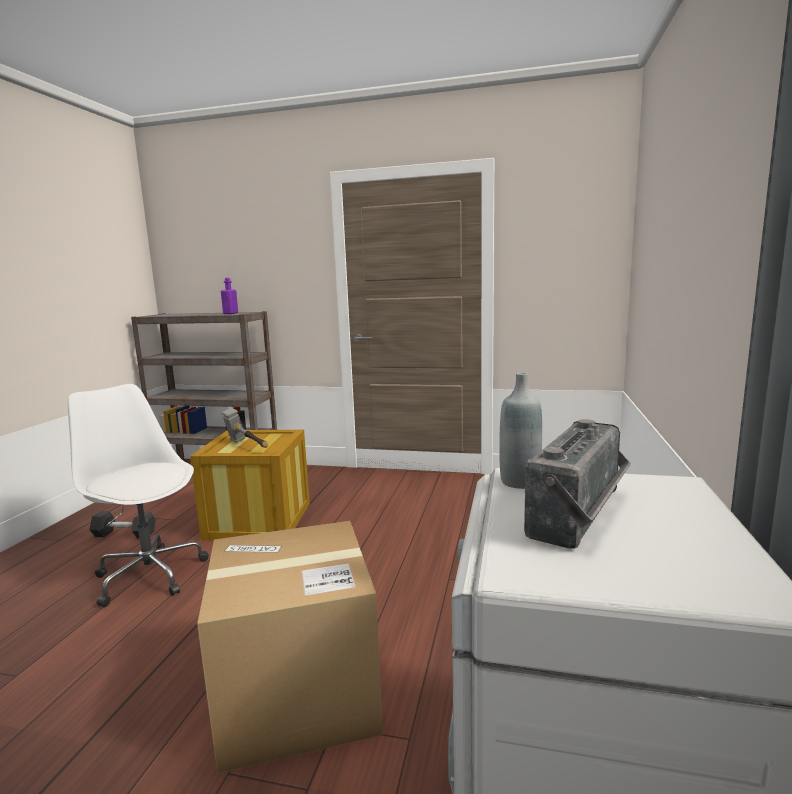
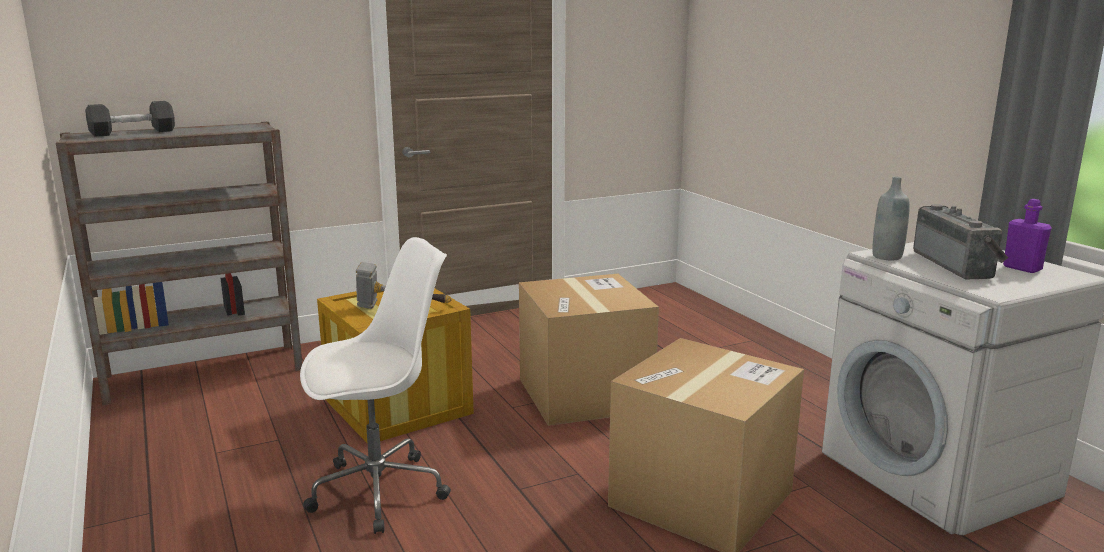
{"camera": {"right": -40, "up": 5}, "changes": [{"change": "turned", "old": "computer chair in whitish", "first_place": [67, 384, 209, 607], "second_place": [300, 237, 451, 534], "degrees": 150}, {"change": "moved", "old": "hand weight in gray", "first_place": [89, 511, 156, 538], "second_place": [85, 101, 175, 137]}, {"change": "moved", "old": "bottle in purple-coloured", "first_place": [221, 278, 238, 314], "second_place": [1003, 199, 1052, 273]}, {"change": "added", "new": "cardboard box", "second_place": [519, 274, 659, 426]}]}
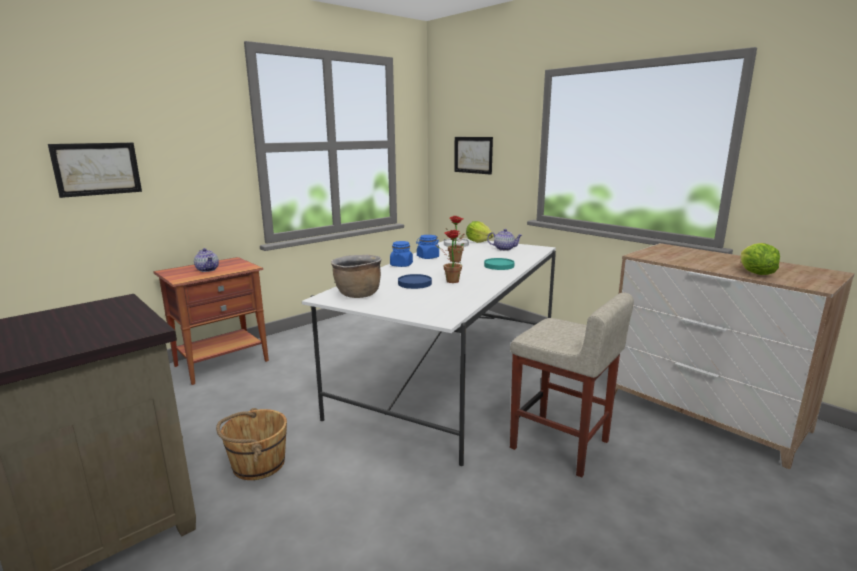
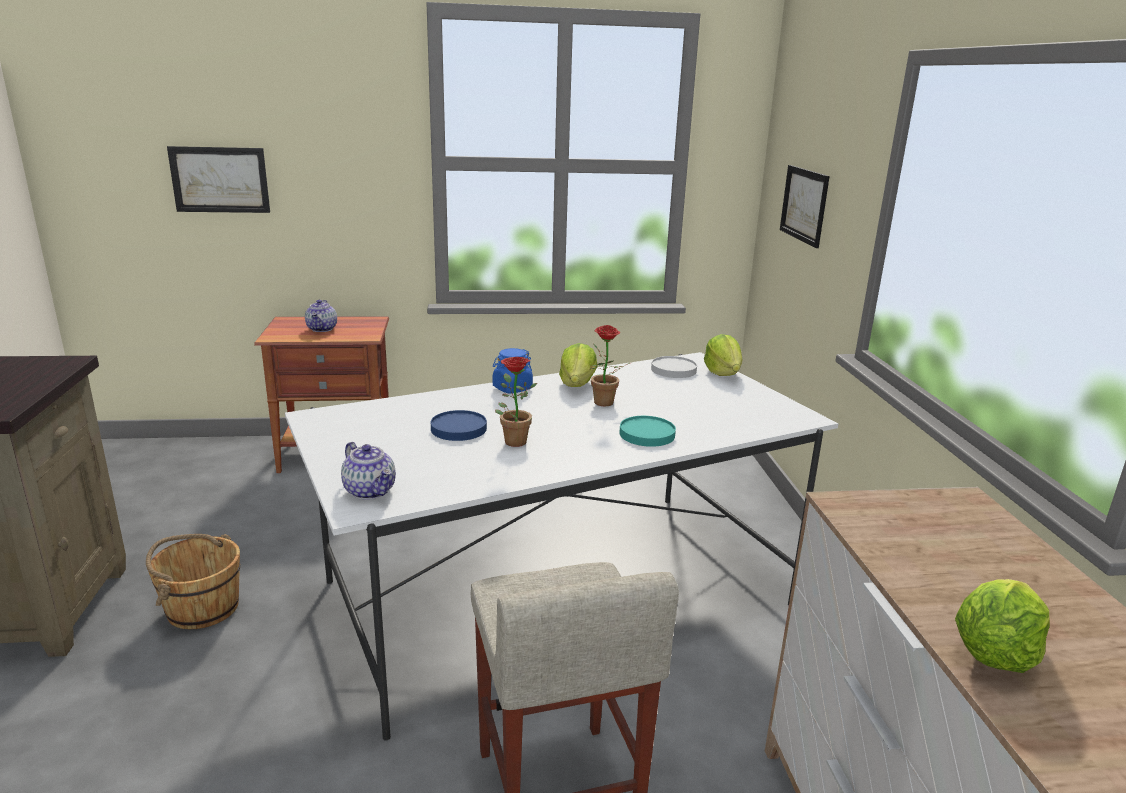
{"camera": {"right": 35, "up": 5}, "changes": [{"change": "removed", "old": "stockpot in brown", "first_place": [331, 255, 381, 298]}, {"change": "replaced", "old": "storage jar in blue", "new": "head of lettuce", "first_place": [416, 235, 439, 259], "second_place": [559, 343, 597, 387]}, {"change": "moved", "old": "tea pot", "first_place": [487, 229, 522, 251], "second_place": [341, 442, 396, 500]}]}
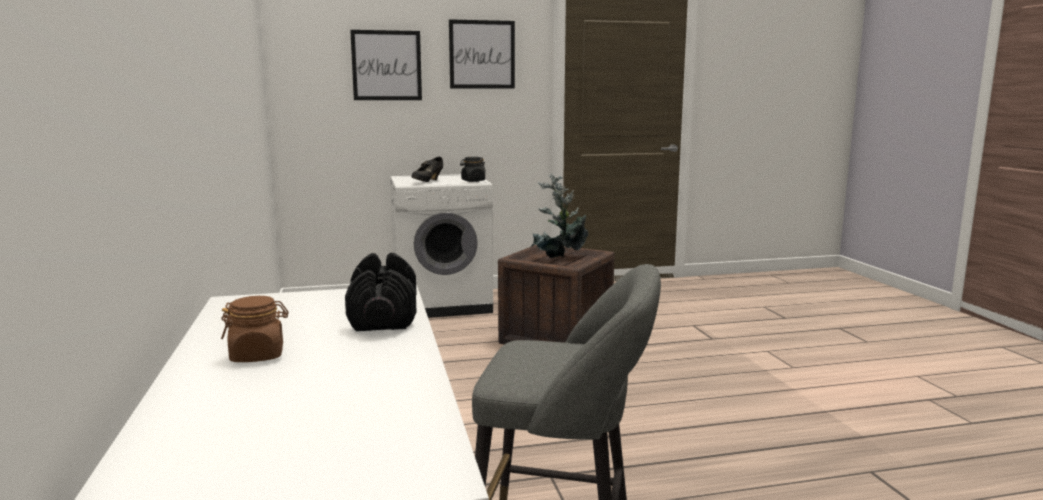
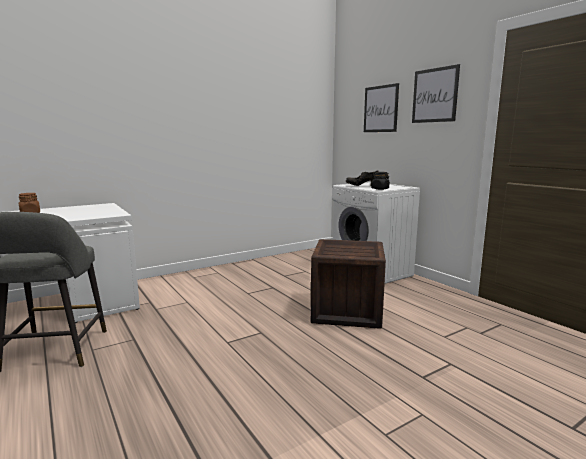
{"camera": {"right": 70, "up": 0}, "changes": [{"change": "removed", "old": "hand weight in black", "first_place": [345, 253, 416, 331]}, {"change": "removed", "old": "houseplant", "first_place": [530, 173, 588, 258]}]}
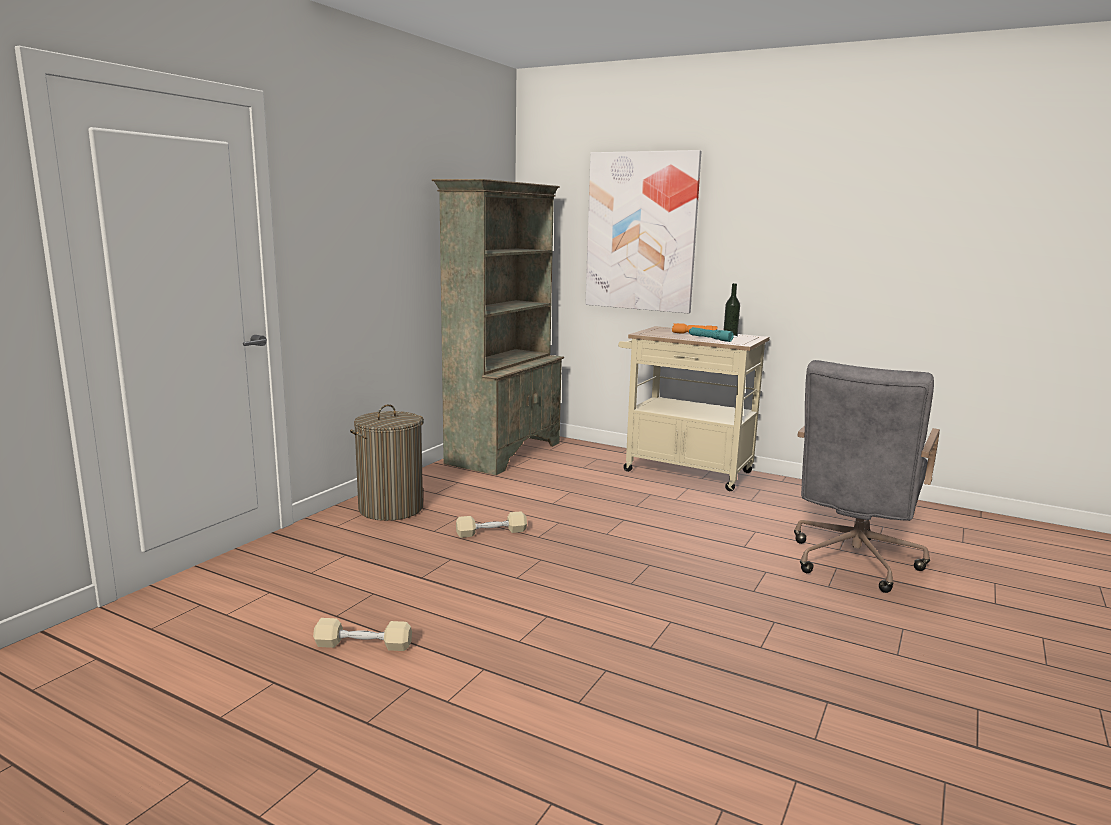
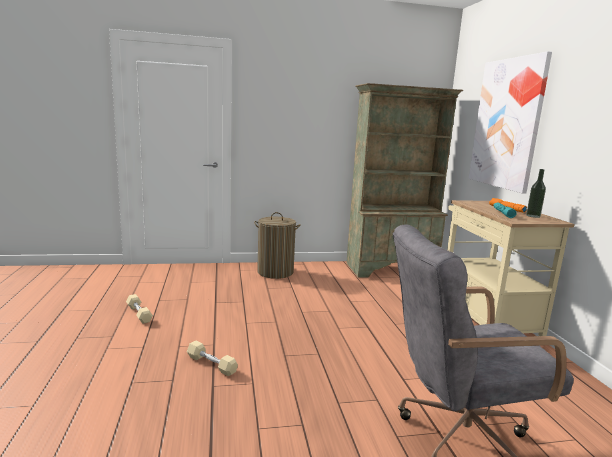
{"camera": {"right": 50, "up": 0}, "changes": [{"change": "moved", "old": "hand weight in beige-coloured", "first_place": [456, 511, 527, 538], "second_place": [187, 341, 238, 376]}]}
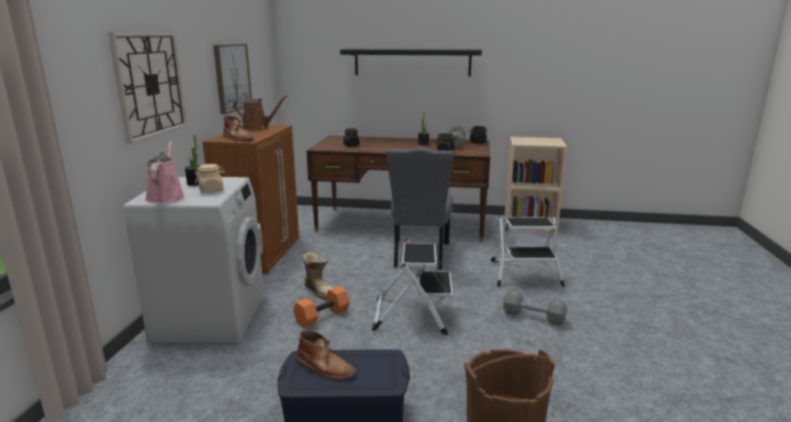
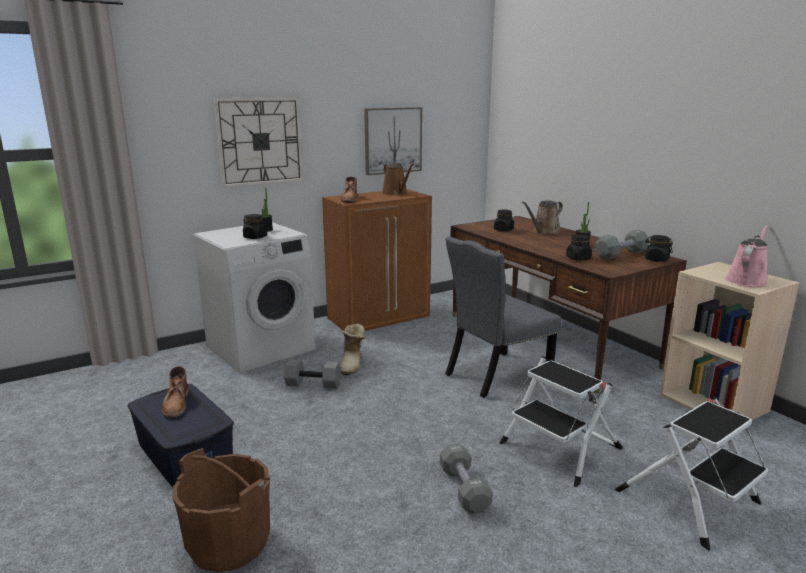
{"camera": {"right": 50, "up": 0}, "changes": [{"change": "moved", "old": "watering pot in pink-coloured", "first_place": [145, 141, 185, 203], "second_place": [725, 225, 769, 287]}, {"change": "recoloured", "old": "storage jar in beige-coloured", "new": "storage jar in black", "first_place": [195, 164, 225, 193], "second_place": [243, 214, 267, 239]}, {"change": "recoloured", "old": "hand weight in orange-coloured", "new": "hand weight in gray", "first_place": [293, 286, 350, 328], "second_place": [284, 359, 341, 389]}, {"change": "removed", "old": "wall shelf in black", "first_place": [340, 49, 482, 77]}, {"change": "moved", "old": "step stool", "first_place": [372, 239, 453, 335], "second_place": [615, 397, 768, 550]}, {"change": "added", "new": "watering pot in brown", "second_place": [522, 200, 563, 235]}]}
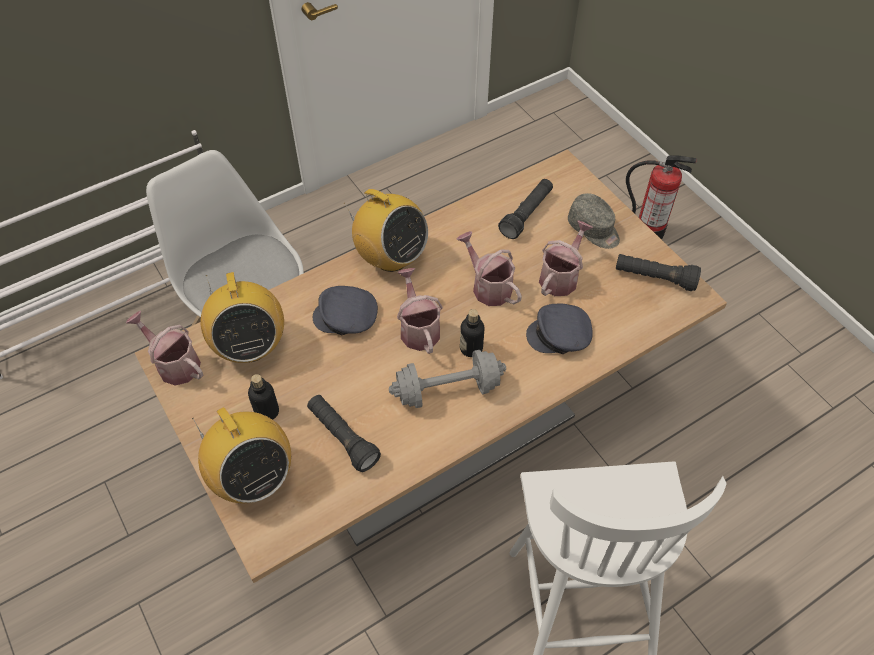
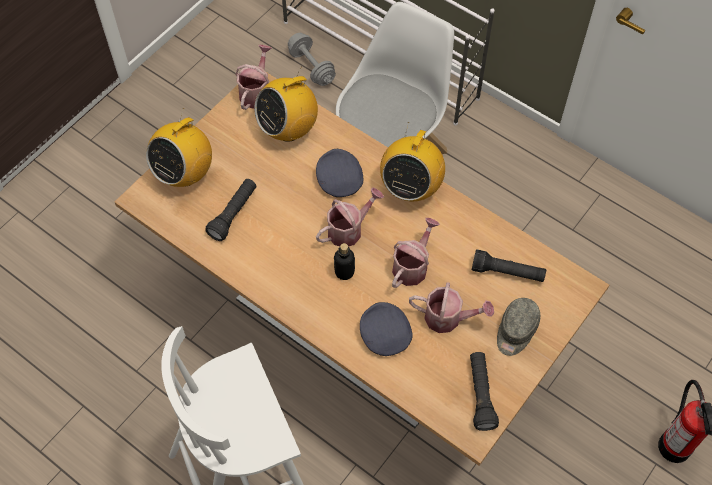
{"camera": {"right": 70, "up": 5}, "changes": [{"change": "removed", "old": "bottle", "first_place": [248, 374, 279, 420]}, {"change": "moved", "old": "hand weight in gray", "first_place": [389, 350, 506, 408], "second_place": [288, 33, 336, 86]}]}
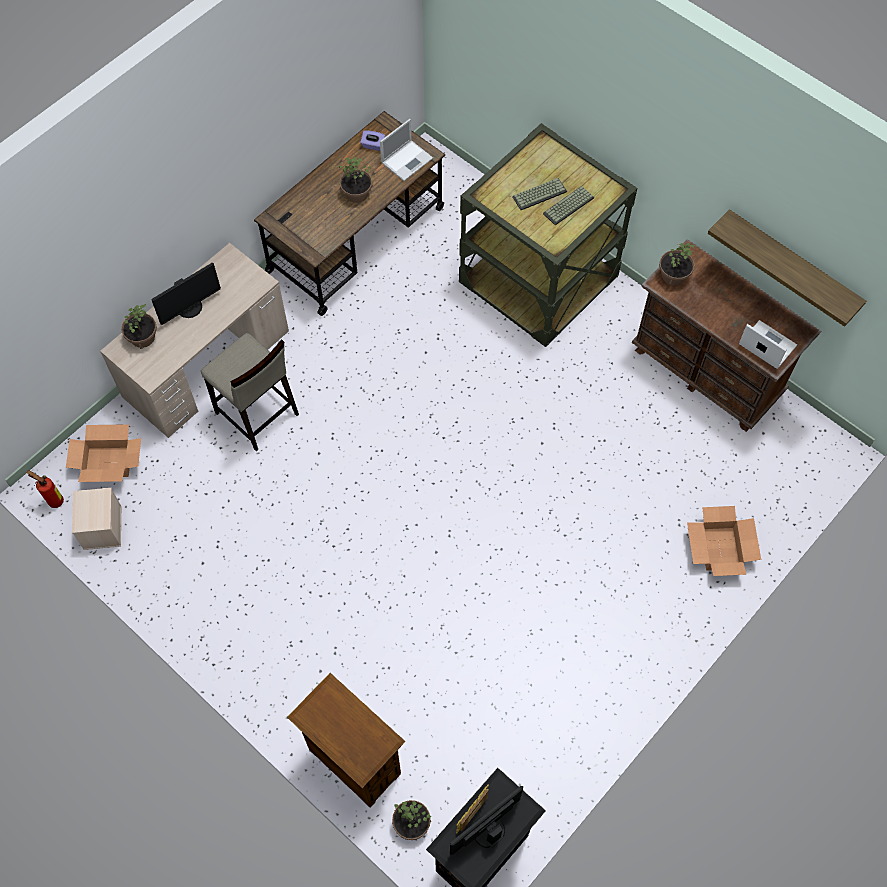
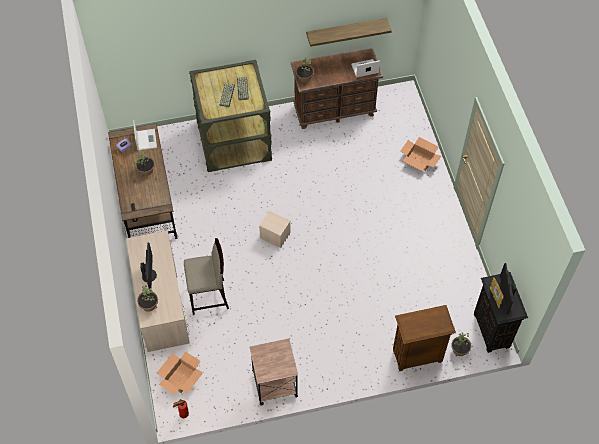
{"camera": {"right": -55, "up": -5}, "changes": [{"change": "moved", "old": "storage bin in beige-coloured", "first_place": [72, 488, 121, 550], "second_place": [259, 211, 291, 248]}, {"change": "added", "new": "cart in brown", "second_place": [249, 338, 298, 406]}]}
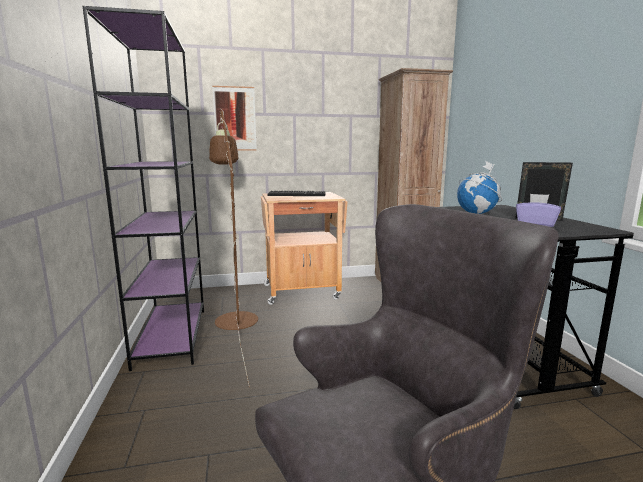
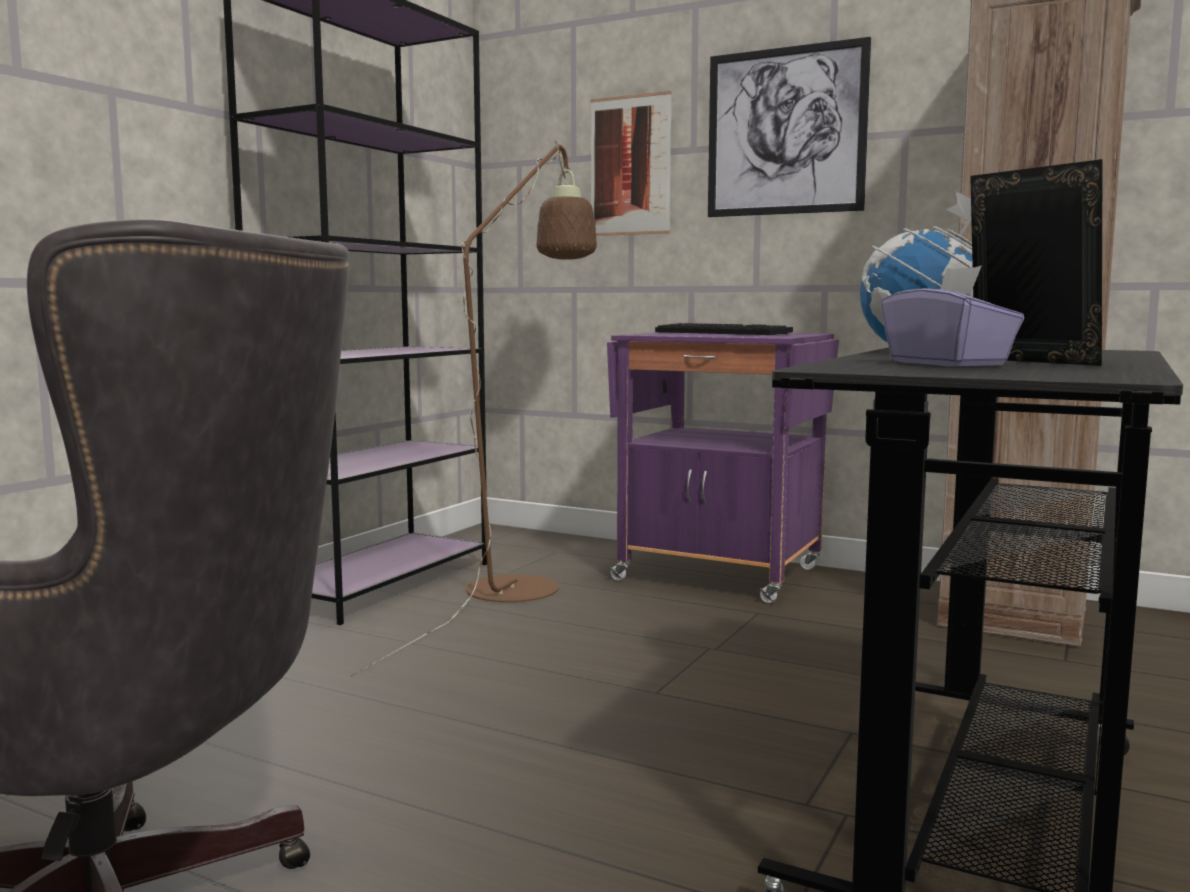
{"camera": {"right": 40, "up": -5}, "changes": [{"change": "recoloured", "old": "cart in brown", "new": "cart in purple-coloured", "first_place": [261, 192, 348, 305], "second_place": [607, 332, 839, 603]}, {"change": "added", "new": "picture", "second_place": [708, 37, 871, 217]}]}
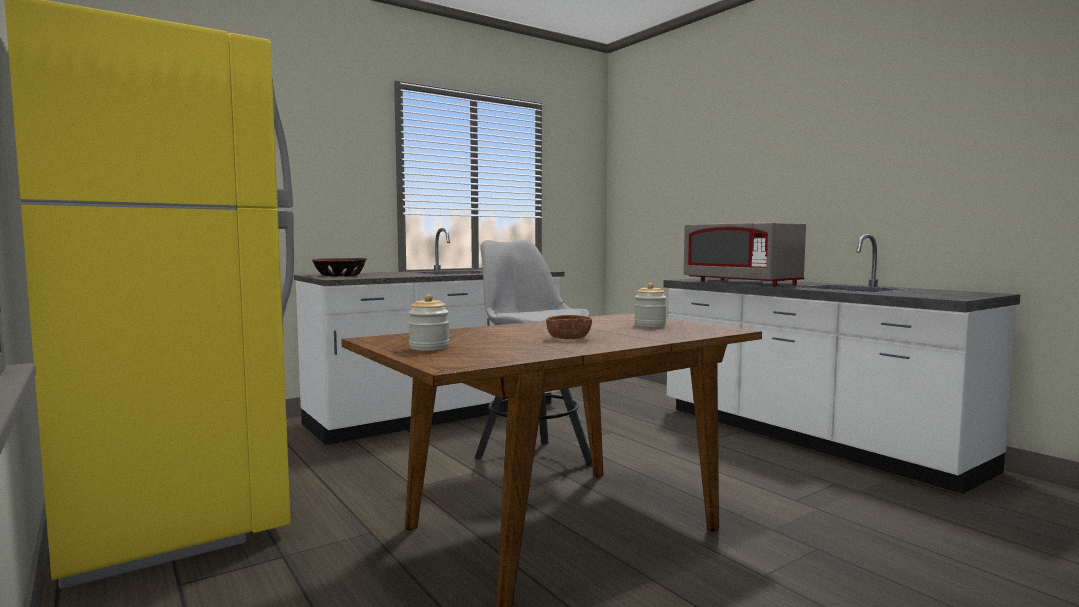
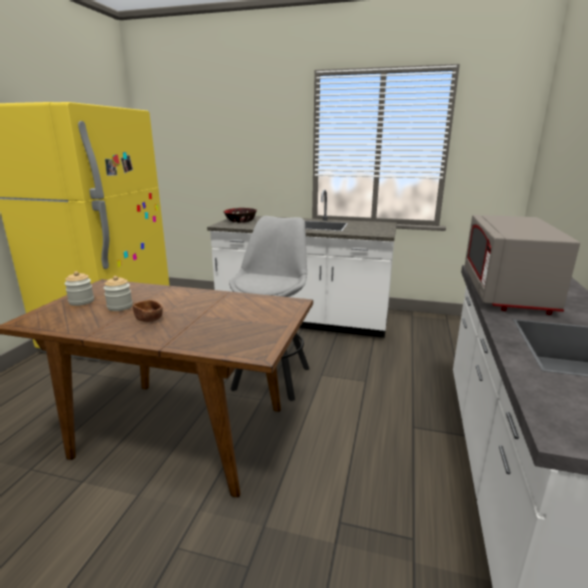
{"camera": {"right": 50, "up": 15}, "changes": [{"change": "moved", "old": "storage jar", "first_place": [634, 283, 667, 327], "second_place": [103, 276, 133, 311]}]}
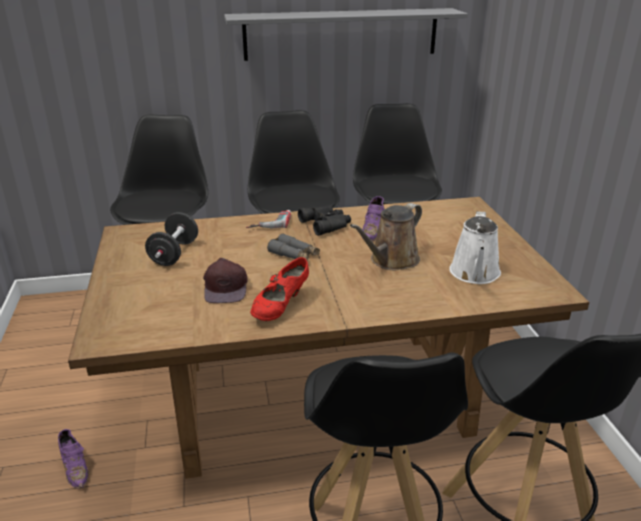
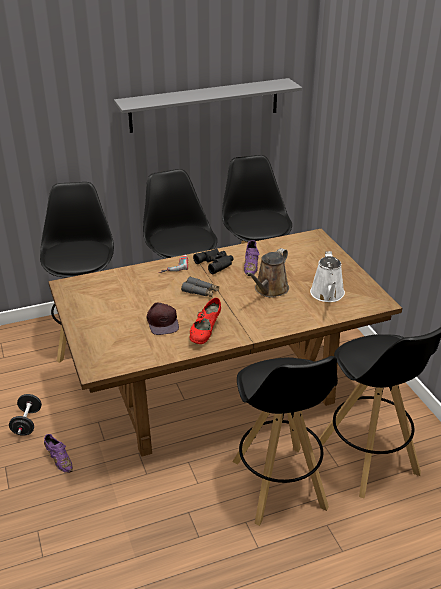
{"camera": {"right": -10, "up": 5}, "changes": [{"change": "moved", "old": "hand weight in black", "first_place": [145, 212, 198, 266], "second_place": [9, 394, 42, 436]}]}
